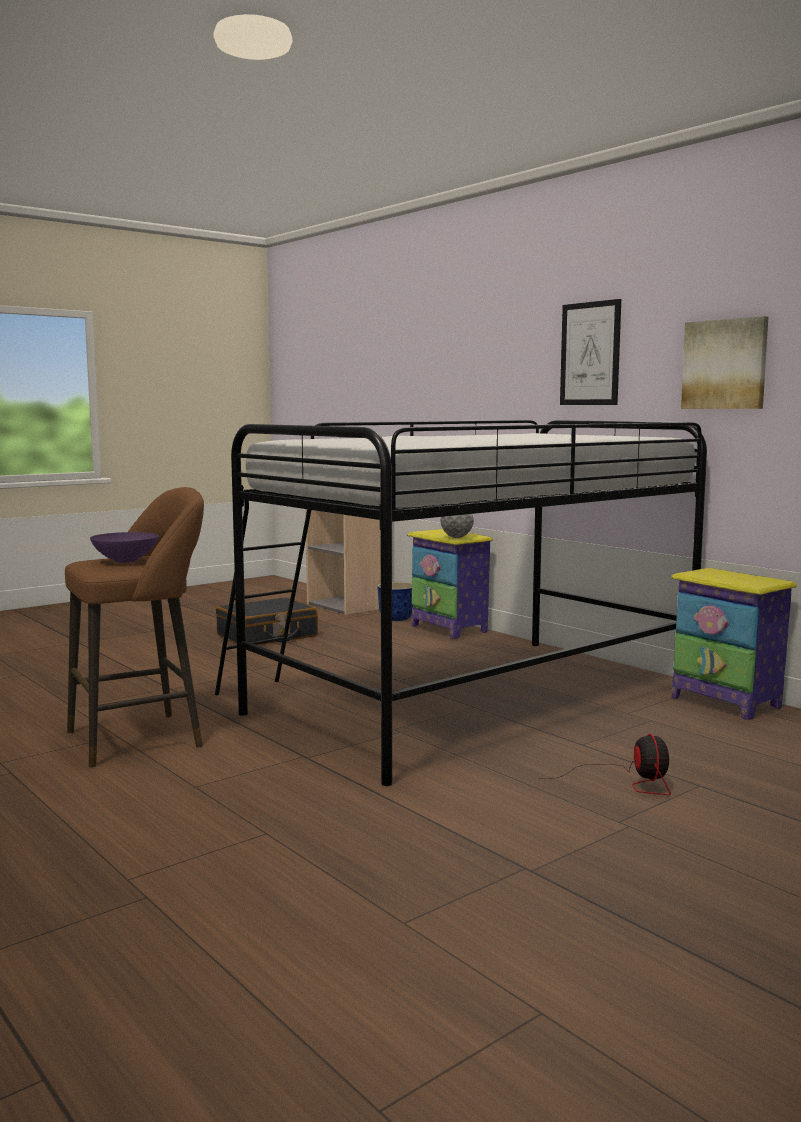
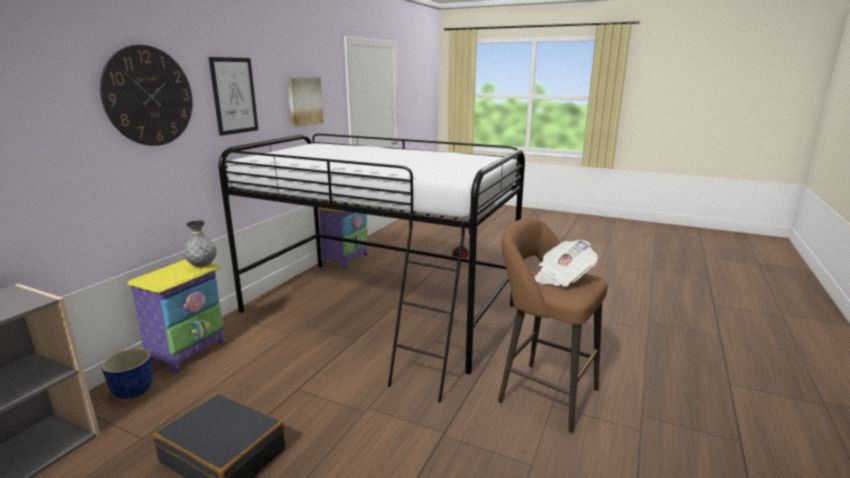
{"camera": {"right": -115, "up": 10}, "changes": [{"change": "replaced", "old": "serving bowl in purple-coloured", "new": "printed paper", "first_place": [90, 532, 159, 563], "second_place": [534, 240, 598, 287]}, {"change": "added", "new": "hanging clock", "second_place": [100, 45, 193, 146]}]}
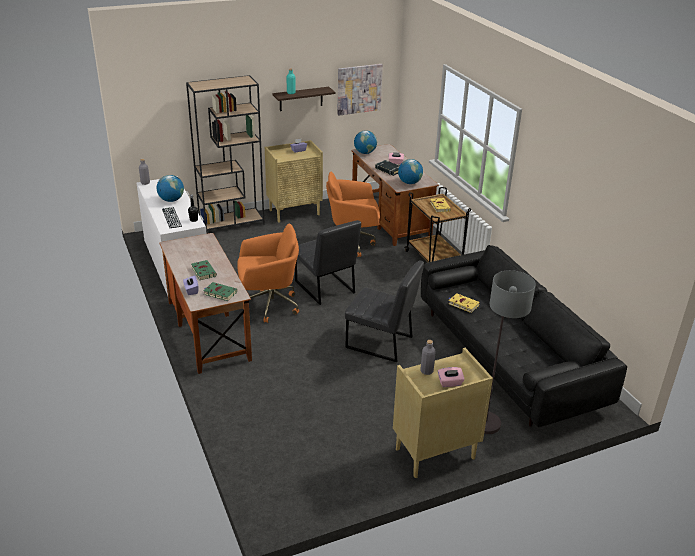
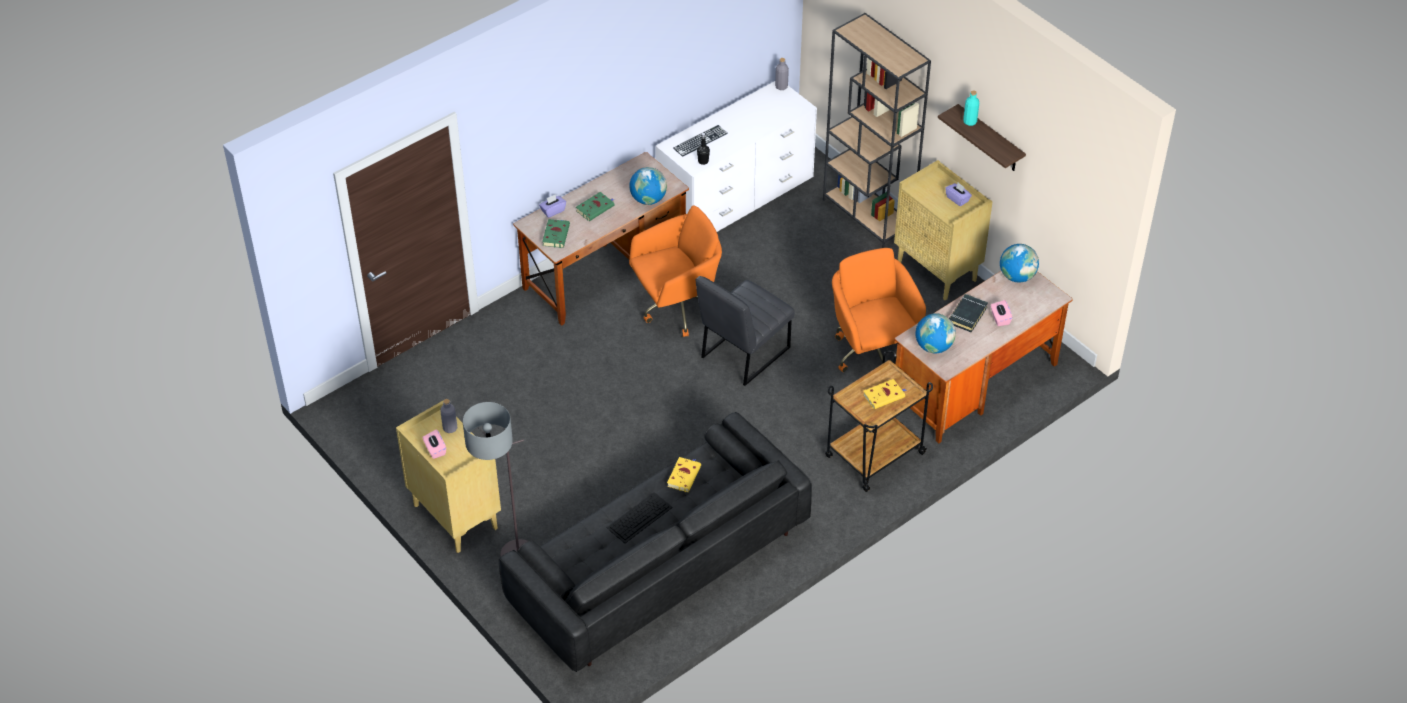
{"camera": {"right": 75, "up": 15}, "changes": [{"change": "moved", "old": "globe", "first_place": [157, 175, 184, 202], "second_place": [629, 167, 667, 205]}, {"change": "turned", "old": "computer chair in orange-coloured", "first_place": [237, 224, 299, 323], "second_place": [629, 205, 722, 337], "degrees": -90}, {"change": "removed", "old": "picture", "first_place": [337, 64, 383, 116]}, {"change": "removed", "old": "chair in gray", "first_place": [345, 261, 424, 362]}, {"change": "added", "new": "computer keyboard", "second_place": [607, 492, 673, 543]}]}
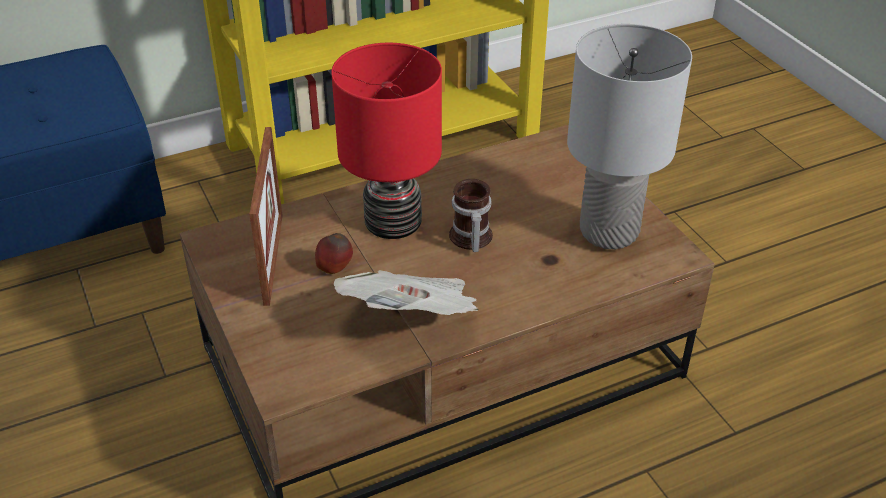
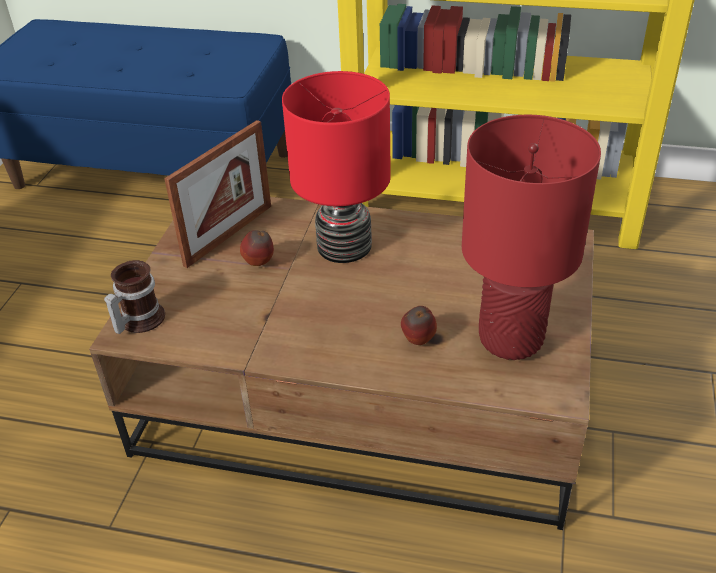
{"camera": {"right": 40, "up": 0}, "changes": [{"change": "removed", "old": "printed paper", "first_place": [334, 270, 478, 315]}, {"change": "moved", "old": "mug", "first_place": [449, 179, 493, 252], "second_place": [104, 260, 165, 334]}, {"change": "recoloured", "old": "lamp for a table in gray", "new": "lamp for a table in red", "first_place": [567, 24, 692, 249], "second_place": [462, 115, 601, 360]}, {"change": "added", "new": "apple fruit", "second_place": [401, 306, 437, 345]}]}
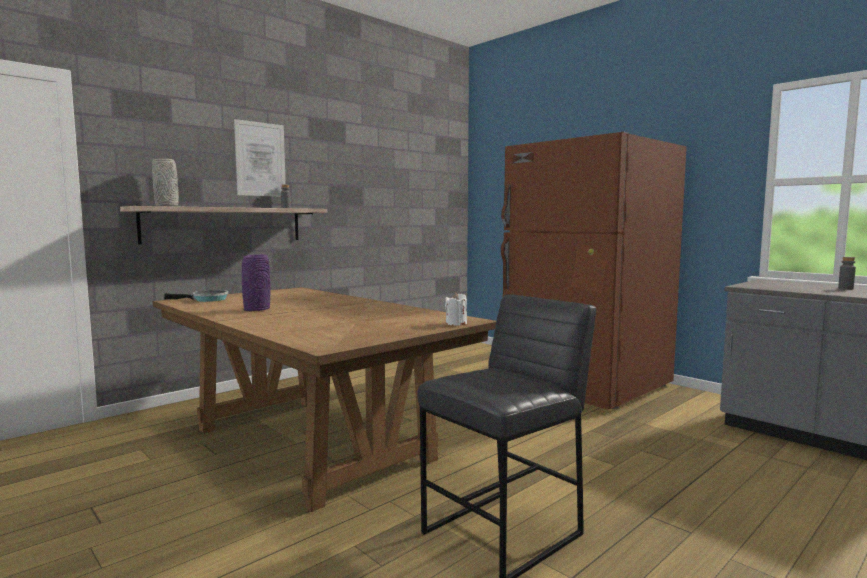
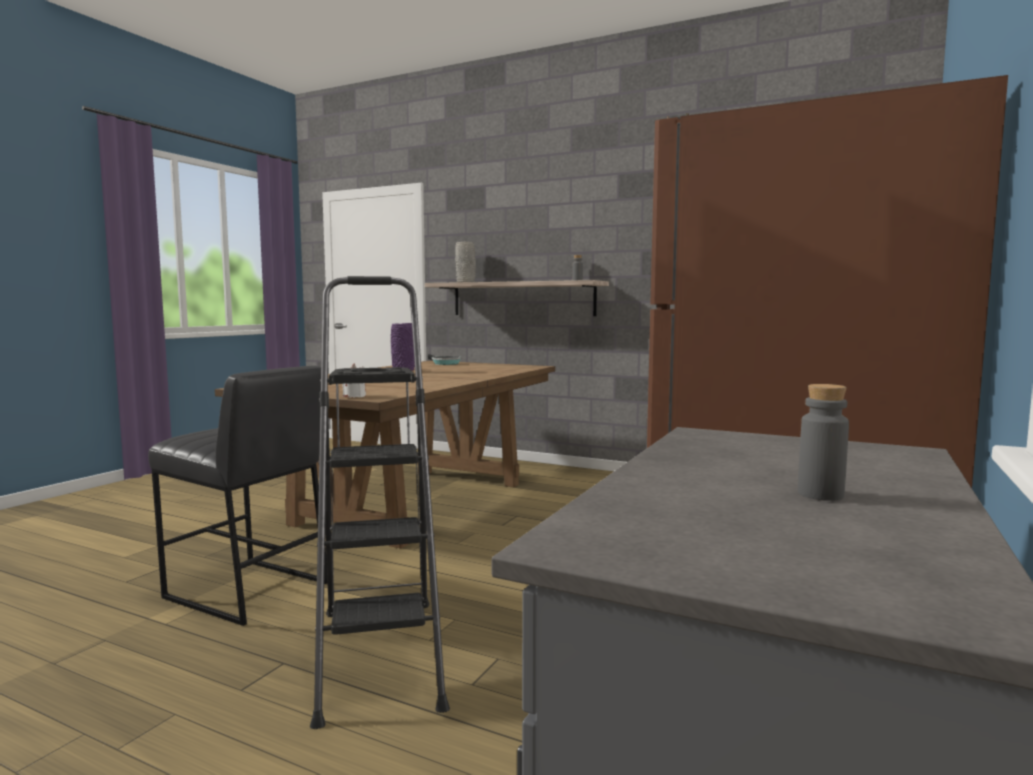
{"camera": {"right": 70, "up": 0}, "changes": [{"change": "removed", "old": "picture", "first_place": [234, 119, 286, 197]}, {"change": "added", "new": "step stool", "second_place": [310, 276, 450, 729]}]}
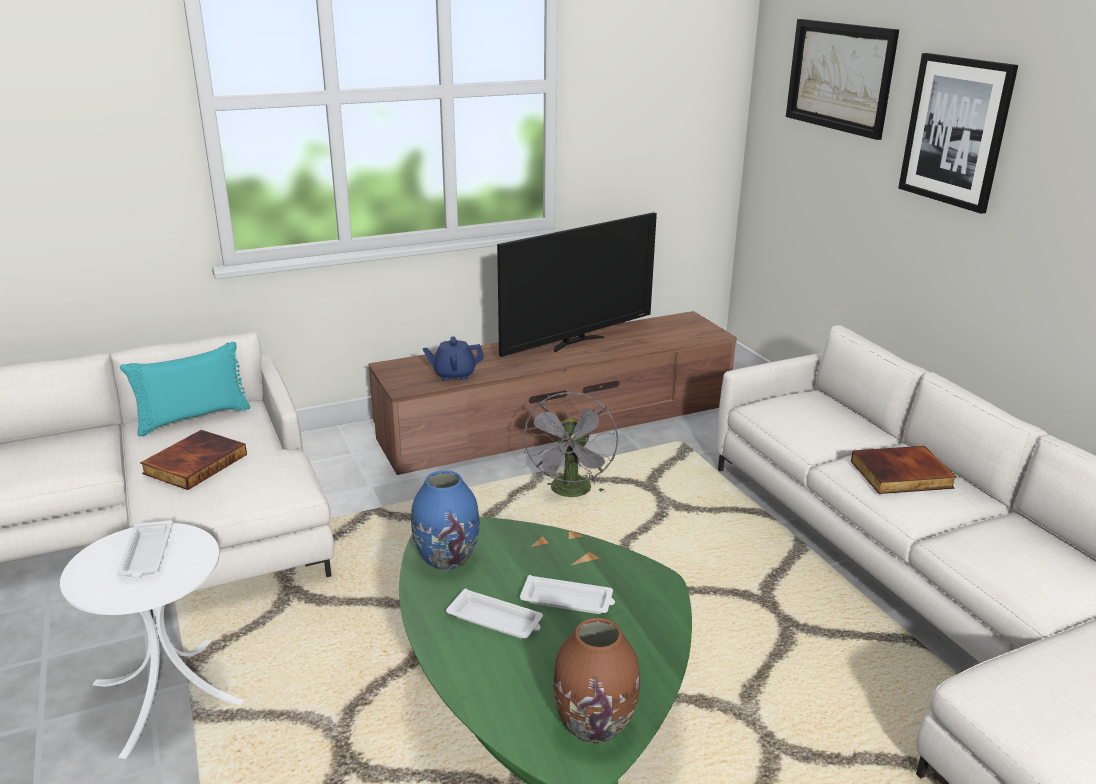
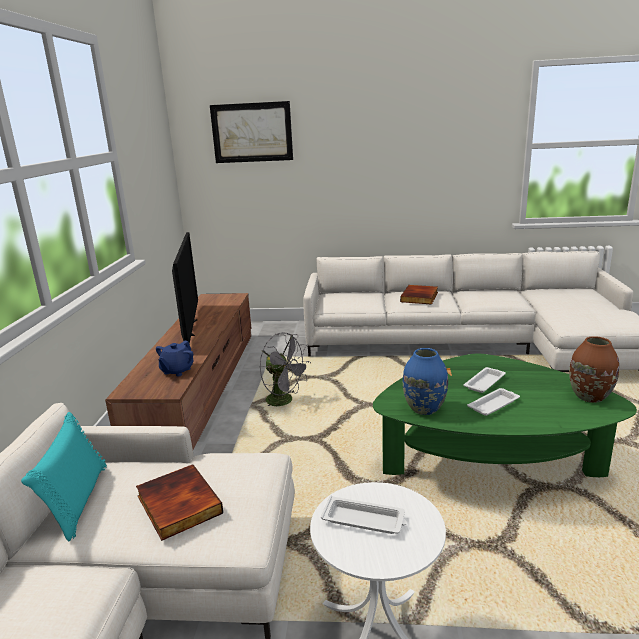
{"camera": {"right": -60, "up": -5}, "changes": [{"change": "removed", "old": "picture", "first_place": [898, 53, 1018, 214]}]}
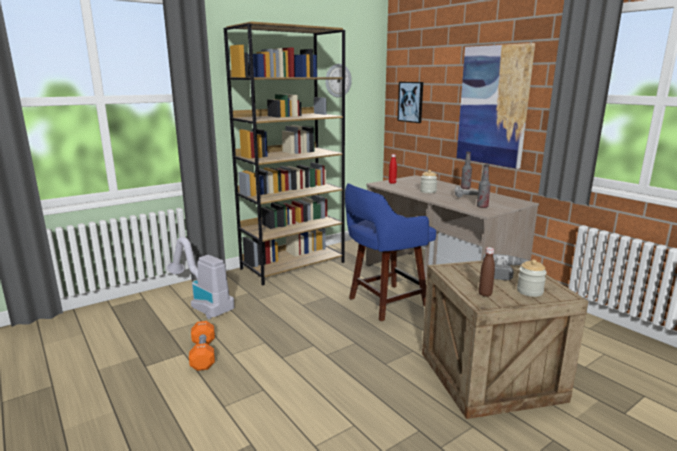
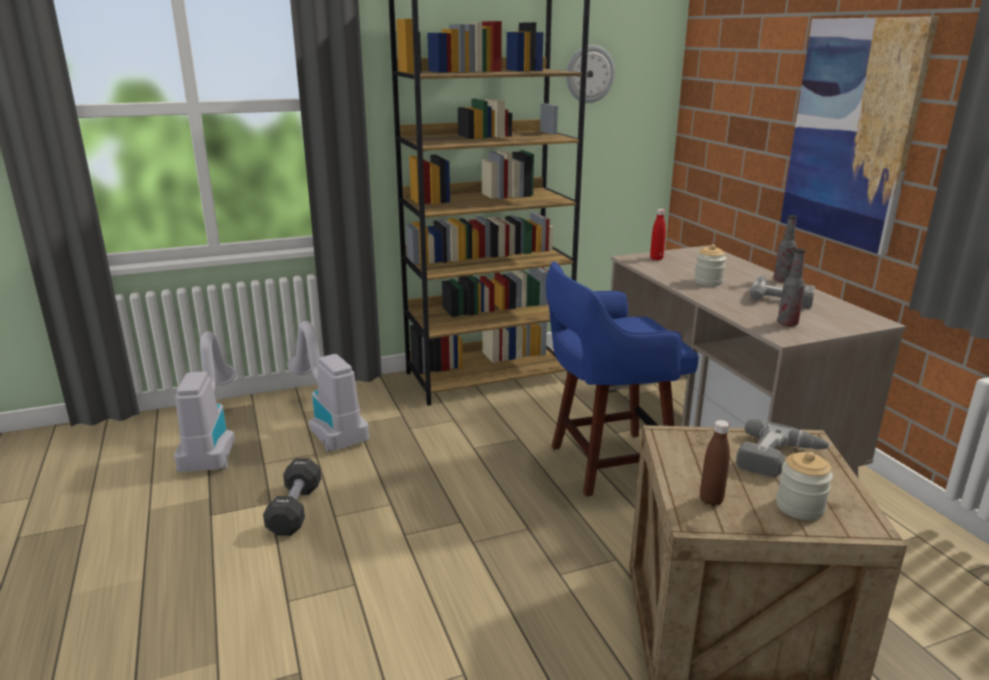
{"camera": {"right": 15, "up": 5}, "changes": [{"change": "recoloured", "old": "hand weight in orange-coloured", "new": "hand weight in black", "first_place": [189, 321, 215, 371], "second_place": [263, 458, 321, 536]}, {"change": "removed", "old": "picture", "first_place": [398, 82, 423, 123]}, {"change": "added", "new": "hoover", "second_place": [174, 331, 236, 472]}]}
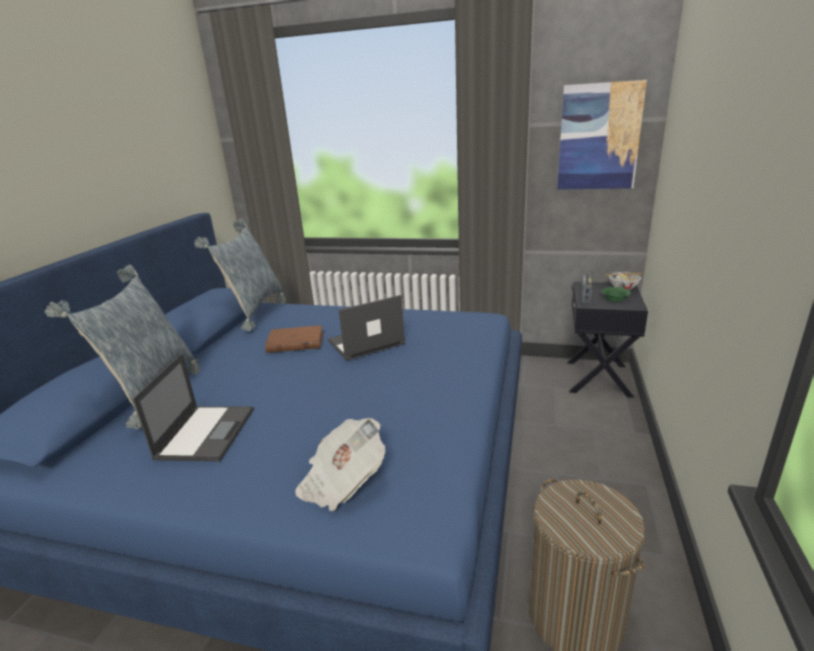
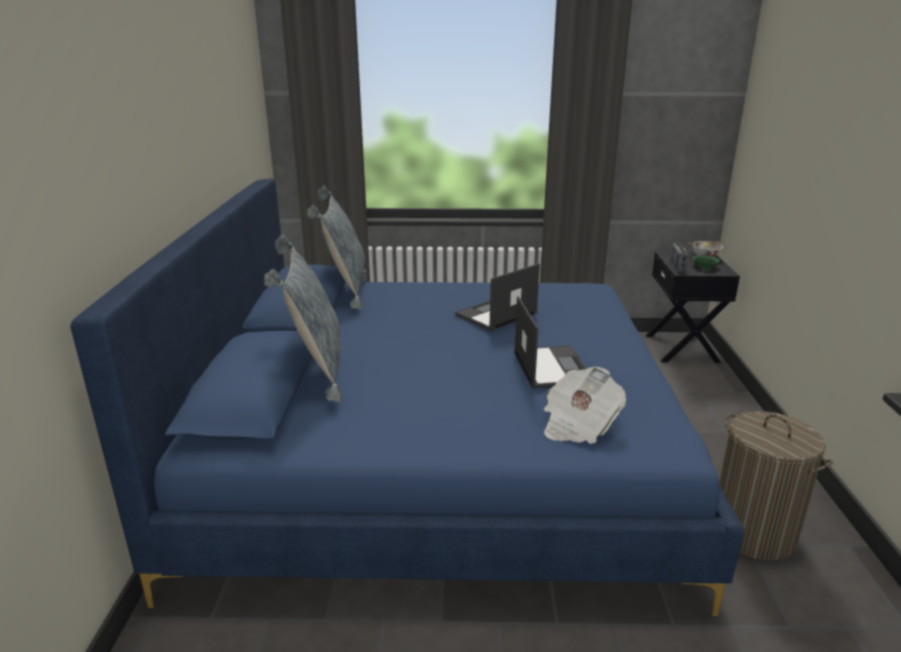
{"camera": {"right": -15, "up": 0}, "changes": [{"change": "moved", "old": "portable computer", "first_place": [133, 354, 254, 461], "second_place": [514, 296, 587, 389]}, {"change": "removed", "old": "volume in brown", "first_place": [265, 325, 323, 353]}, {"change": "removed", "old": "picture", "first_place": [557, 80, 647, 190]}]}
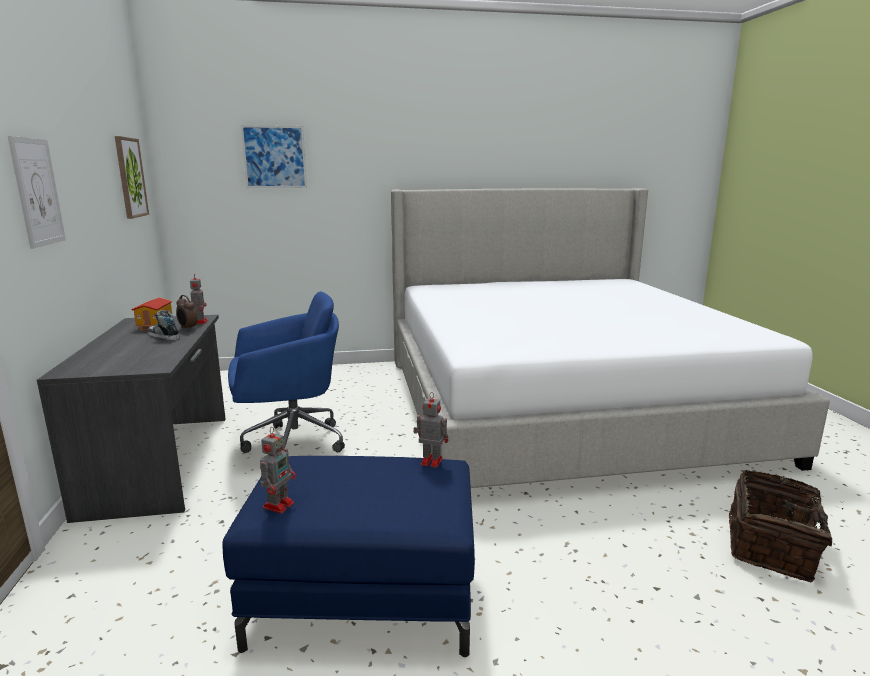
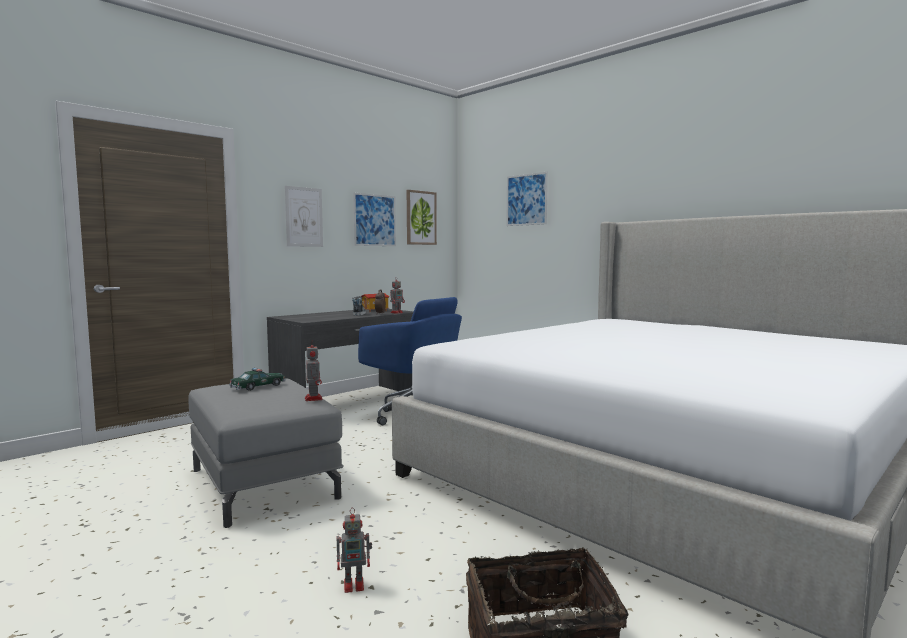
{"camera": {"right": 55, "up": -10}, "changes": [{"change": "recoloured", "old": "pouffe in blue", "new": "pouffe in gray", "first_place": [222, 456, 475, 657], "second_place": [189, 379, 344, 528]}, {"change": "moved", "old": "toy robot", "first_place": [260, 427, 296, 513], "second_place": [337, 508, 372, 593]}, {"change": "added", "new": "model car", "second_place": [229, 368, 286, 391]}, {"change": "added", "new": "picture", "second_place": [353, 193, 396, 246]}]}
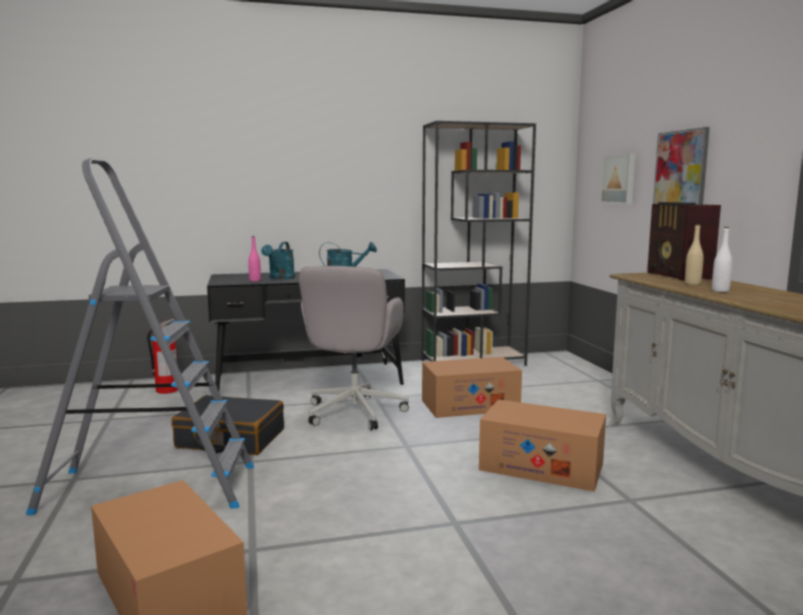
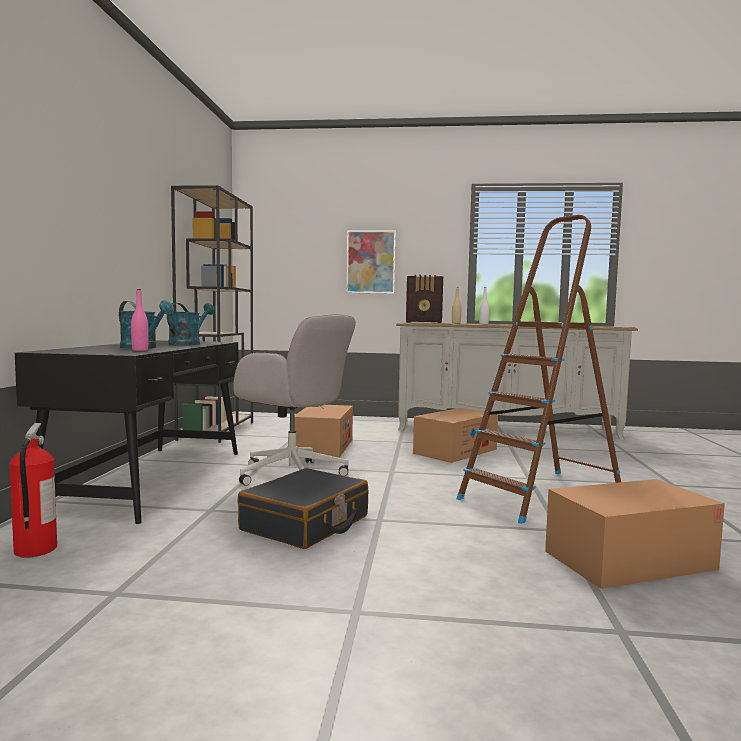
{"camera": {"right": -70, "up": -5}, "changes": [{"change": "removed", "old": "step stool in gray", "first_place": [26, 158, 254, 515]}, {"change": "removed", "old": "picture", "first_place": [600, 154, 636, 205]}, {"change": "added", "new": "step stool in brown", "second_place": [456, 215, 621, 524]}]}
